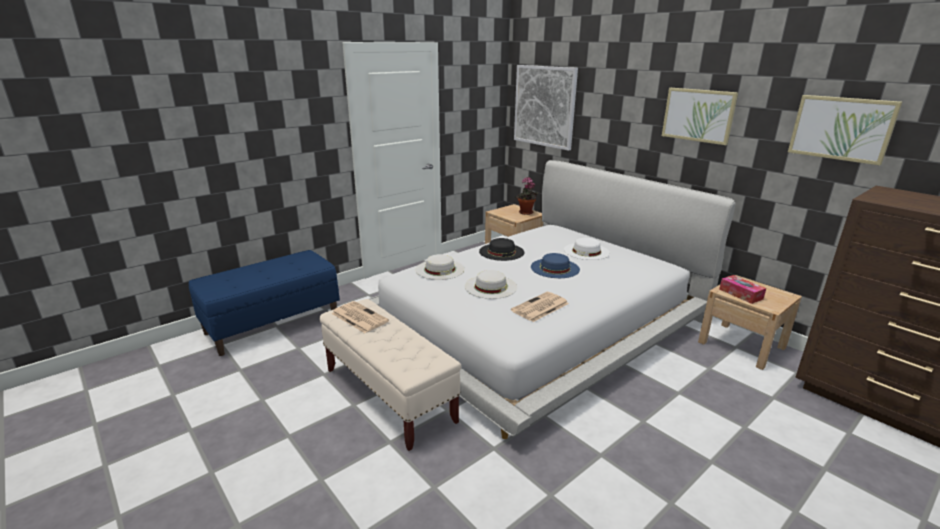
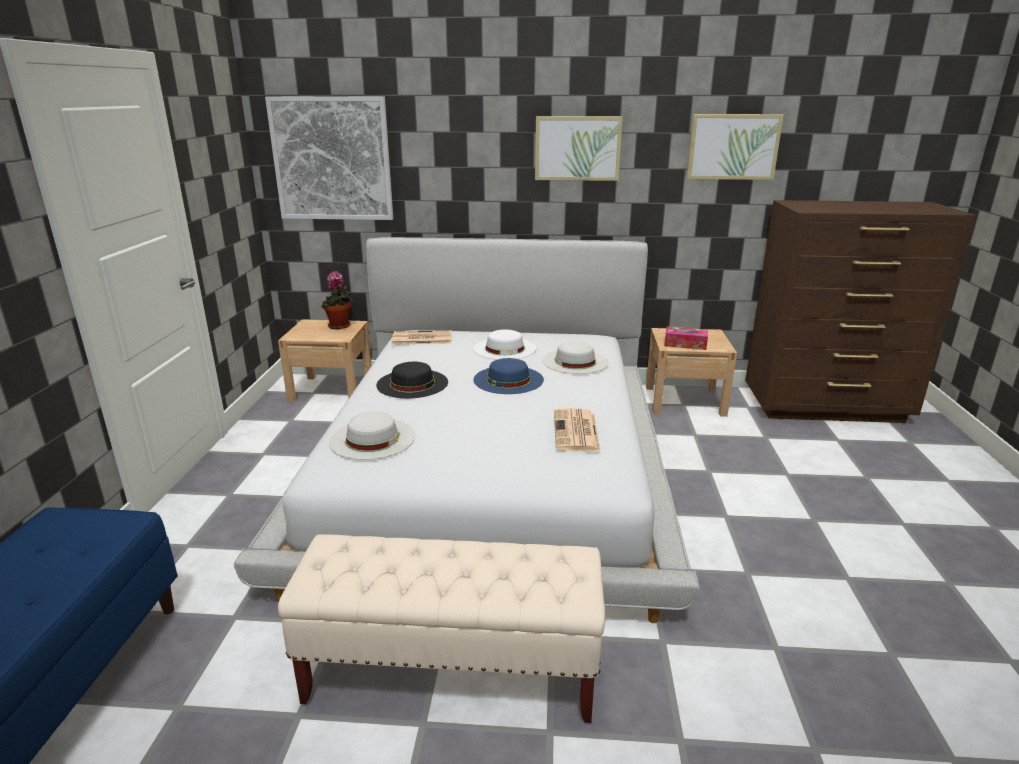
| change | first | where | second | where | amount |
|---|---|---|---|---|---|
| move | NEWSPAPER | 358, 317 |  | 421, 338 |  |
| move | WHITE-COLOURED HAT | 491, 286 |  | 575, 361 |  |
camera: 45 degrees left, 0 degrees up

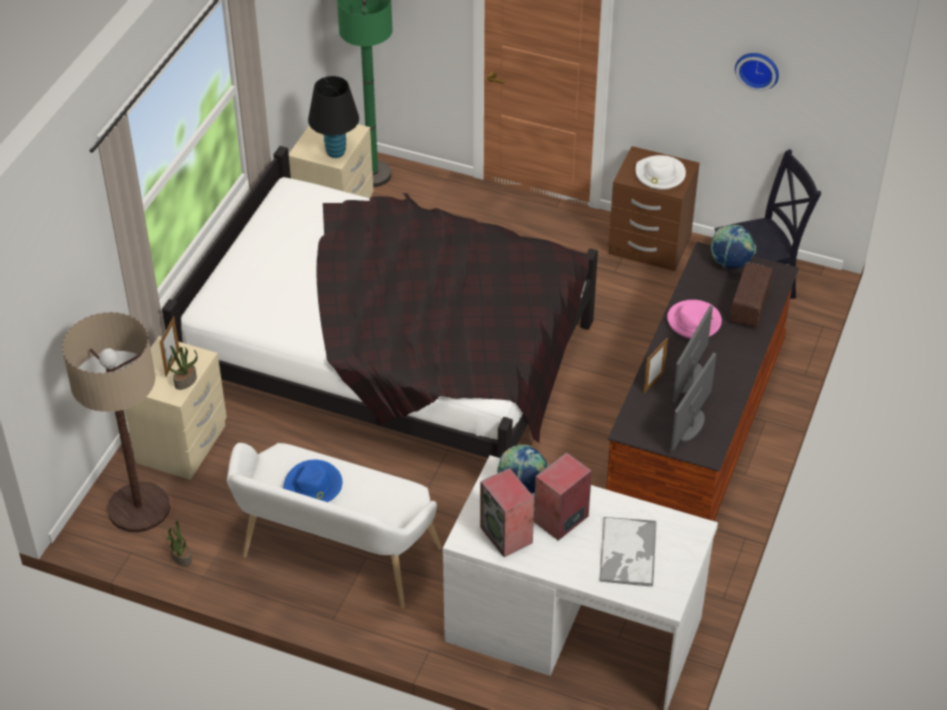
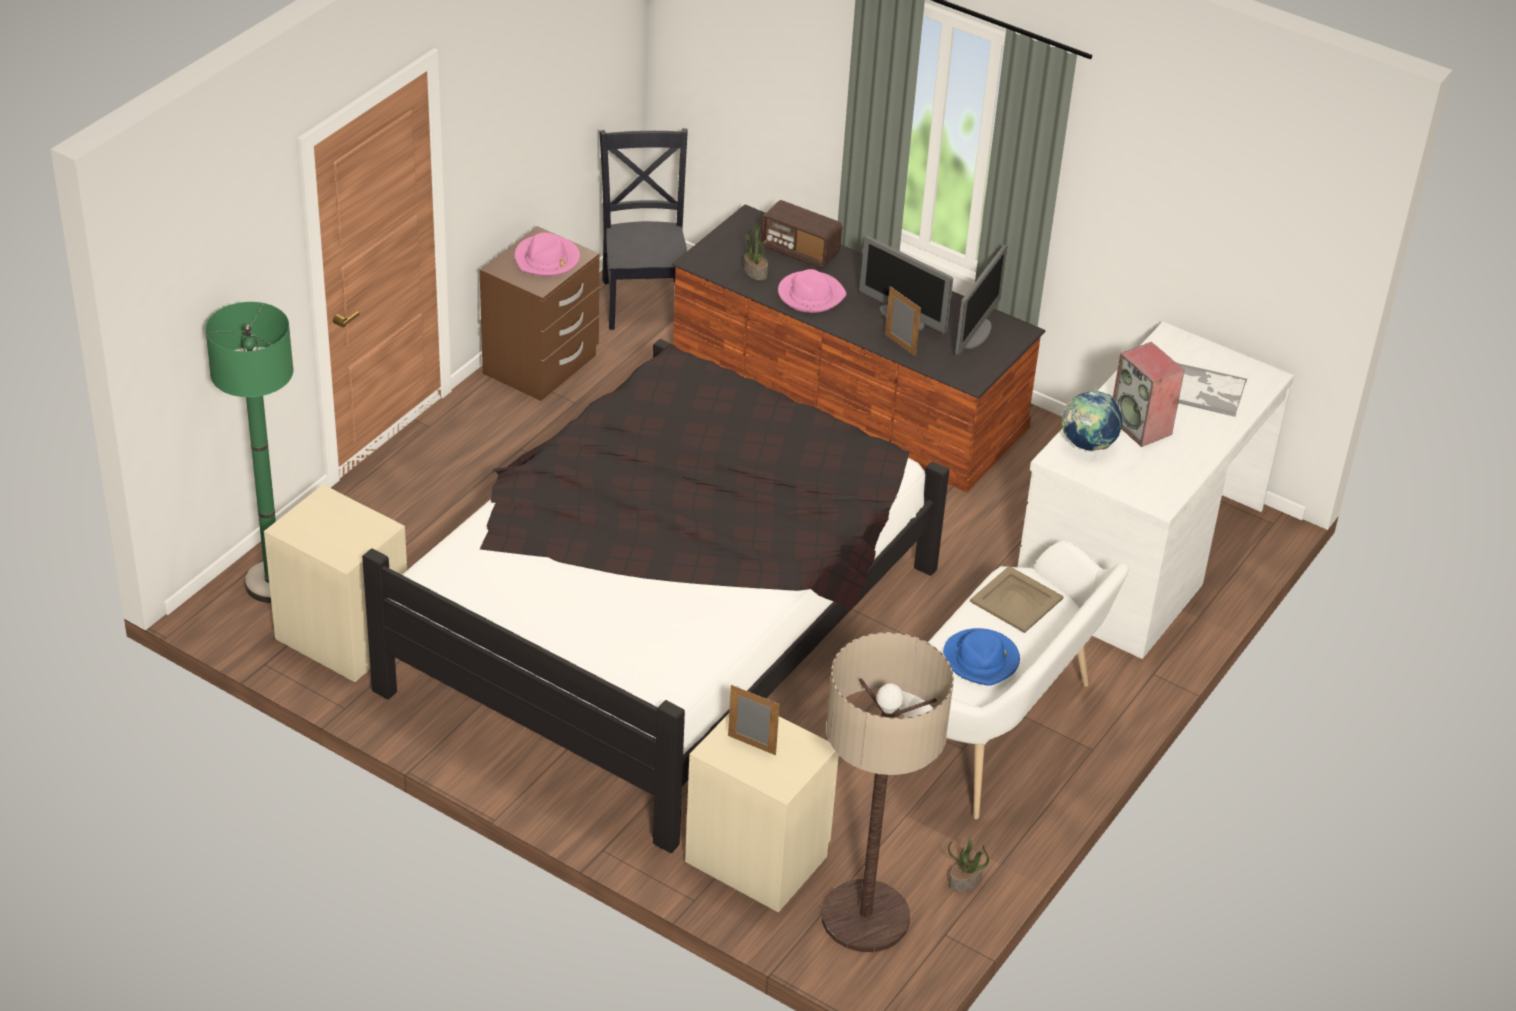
| change | first | where | second | where | amount |
|---|---|---|---|---|---|
| move | PLANT IN A POT | 185, 381 |  | 754, 272 |  |
| delete | BLACKISH TABLETOP LAMP | 335, 152 |  |  |  |
| delete | AUDIO SPEAKER | 507, 535 |  |  |  |
| recolor | WHITE-COLOURED HAT | 660, 175 | PINK-COLOURED HAT | 547, 259 |  |
| rotate | MONITOR | 691, 426 |  | 976, 334 | 105 degrees counterclockwise |
| delete | GLOBE | 730, 263 |  |  |  |
| delete | CLOCK ON THE WALL | 757, 69 |  |  |  |
| insert |  |  | BEIGE-COLOURED CARRYING TRAY | 1016, 600 |  |
camera: 80 degrees left, 5 degrees down

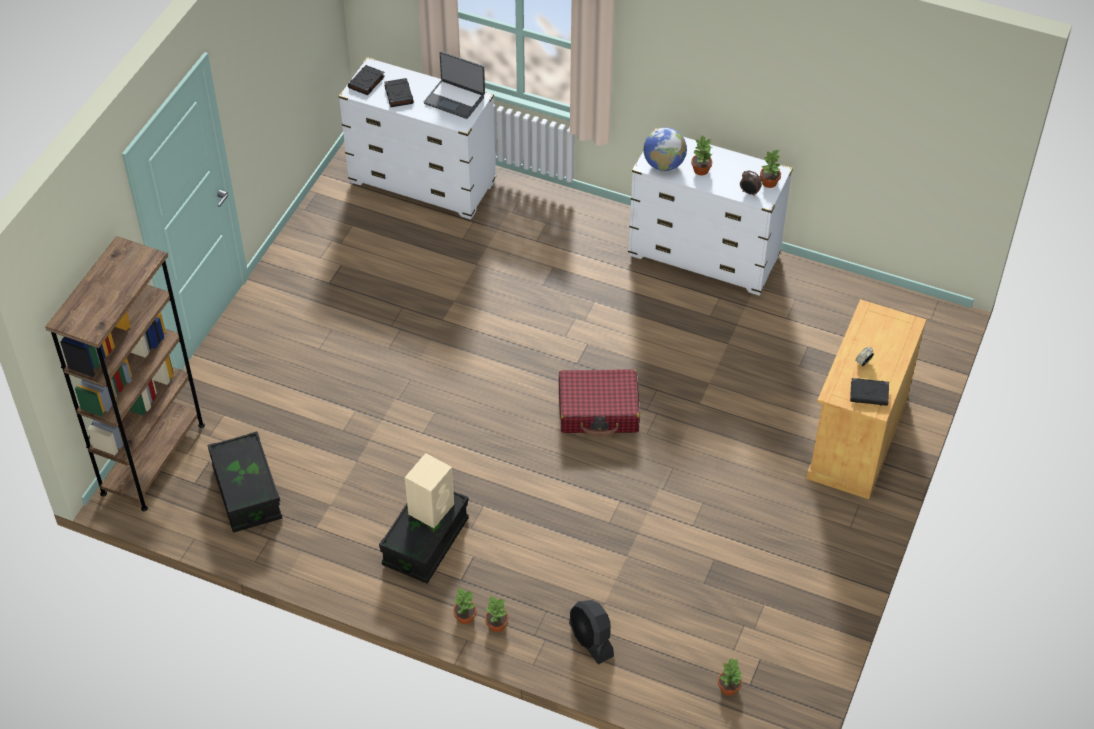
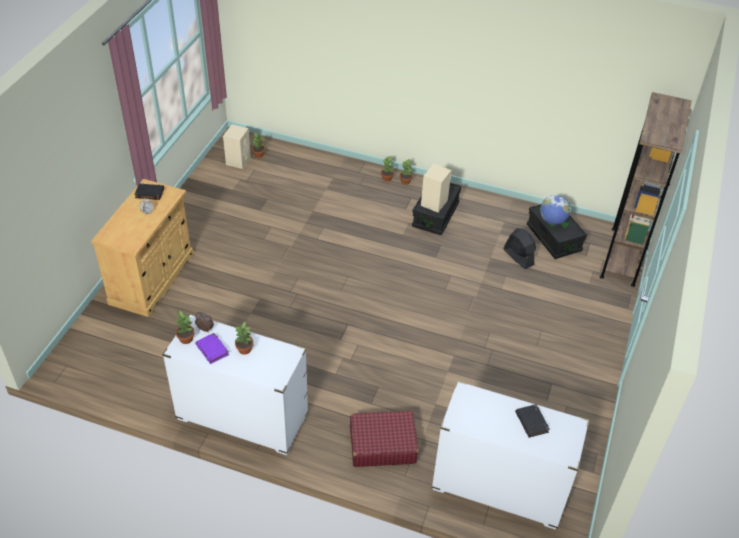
| change | first | where | second | where | amount |
|---|---|---|---|---|---|
| delete | BLACKISH VOLUME | 366, 82 |  |  |  |
| delete | NOTEBOOK COMPUTER | 455, 99 |  |  |  |
| move | RED-COLOURED SUITCASE | 599, 410 |  | 382, 445 |  |
| move | BLACKISH COOLING FAN | 591, 640 |  | 518, 257 |  |
| move | GLOBE | 664, 164 |  | 552, 220 |  |
| insert |  |  | PURPLE-COLOURED VOLUME | 212, 350 |  |
| insert |  |  | BEIGE-COLOURED AUDIO SPEAKER | 238, 160 |  |
camera: 175 degrees right, 5 degrees down

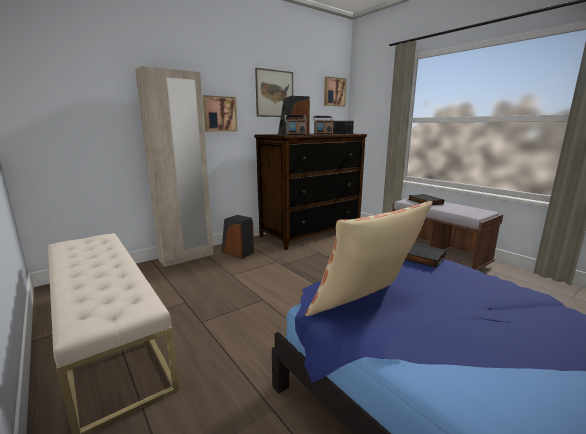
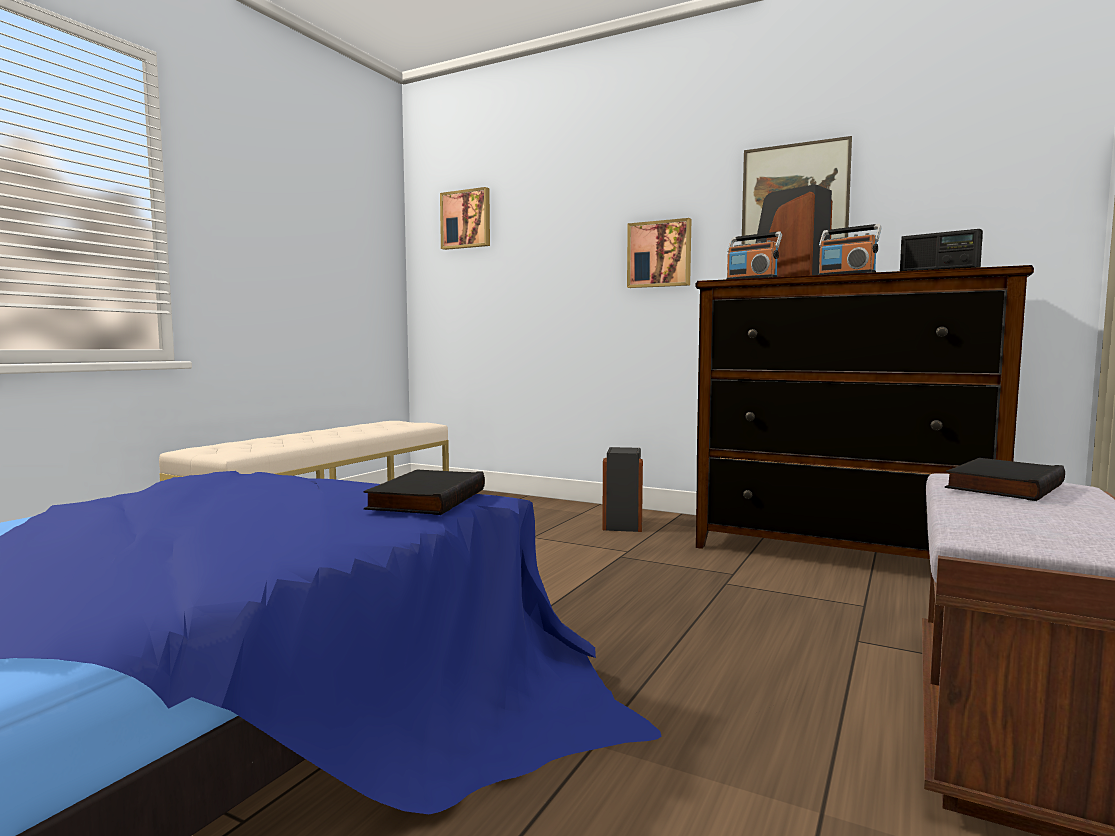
| change | first | where | second | where | amount |
|---|---|---|---|---|---|
| delete | BEIGE-COLOURED CLOTHES CUPBOARD | 186, 257 |  |  |  |
| delete | THROW PILLOW | 365, 306 |  |  |  |
| move | WALL PICTURE | 334, 92 |  | 466, 219 |  |
camera: 65 degrees right, 10 degrees down

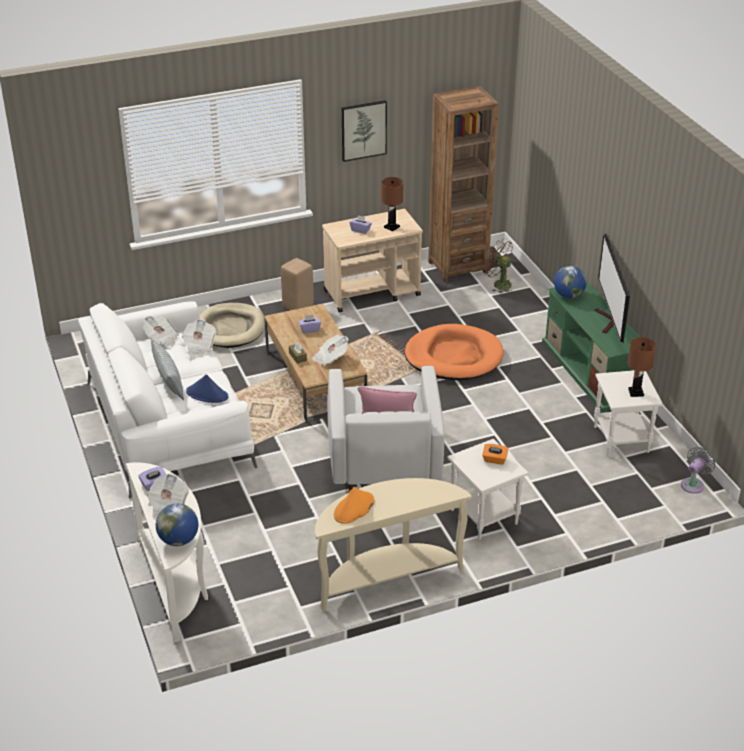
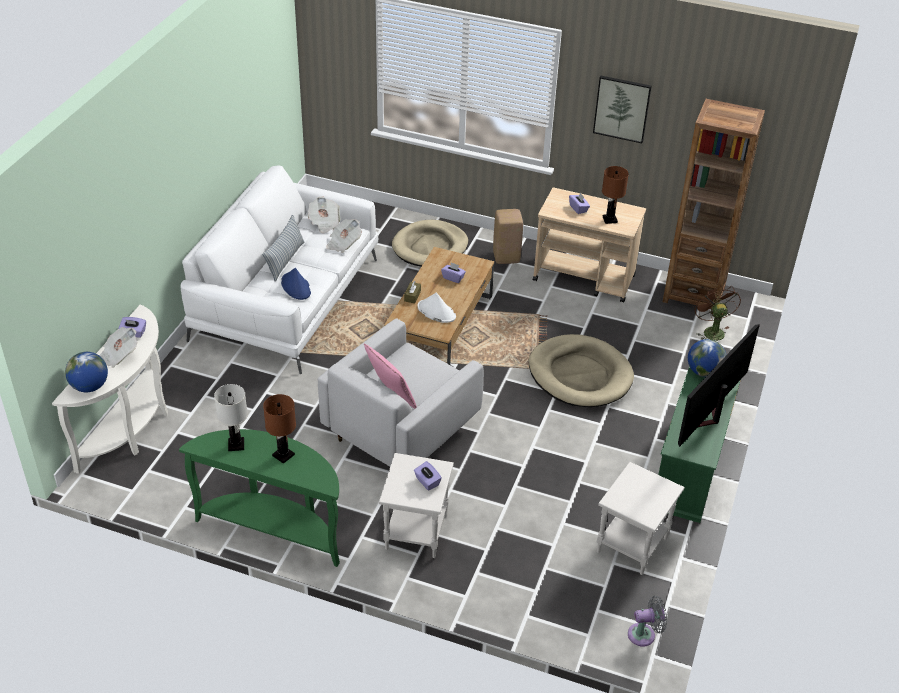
| change | first | where | second | where | amount |
|---|---|---|---|---|---|
| replace | NEWSPAPER | 330, 358 | WHITE-COLOURED HAT | 436, 312 |  |
| recolor | BEIGE-COLOURED CONSOLE TABLE | 386, 577 | GREEN CONSOLE TABLE | 275, 528 |  |
| replace | ORANGE-COLOURED HAT | 354, 508 | WHITE-COLOURED TABLETOP LAMP | 236, 445 |  |
| recolor | ORANGE-COLOURED DOG CUSHION | 453, 357 | BEIGE-COLOURED DOG CUSHION | 580, 375 |  |
| recolor | ORANGE-COLOURED BOX OF TISSUES | 494, 460 | PURPLE-COLOURED BOX OF TISSUES | 427, 482 |  |
| move | BROWN-COLOURED TABLETOP LAMP | 636, 392 |  | 283, 455 |  |
camera: 40 degrees right, 5 degrees up

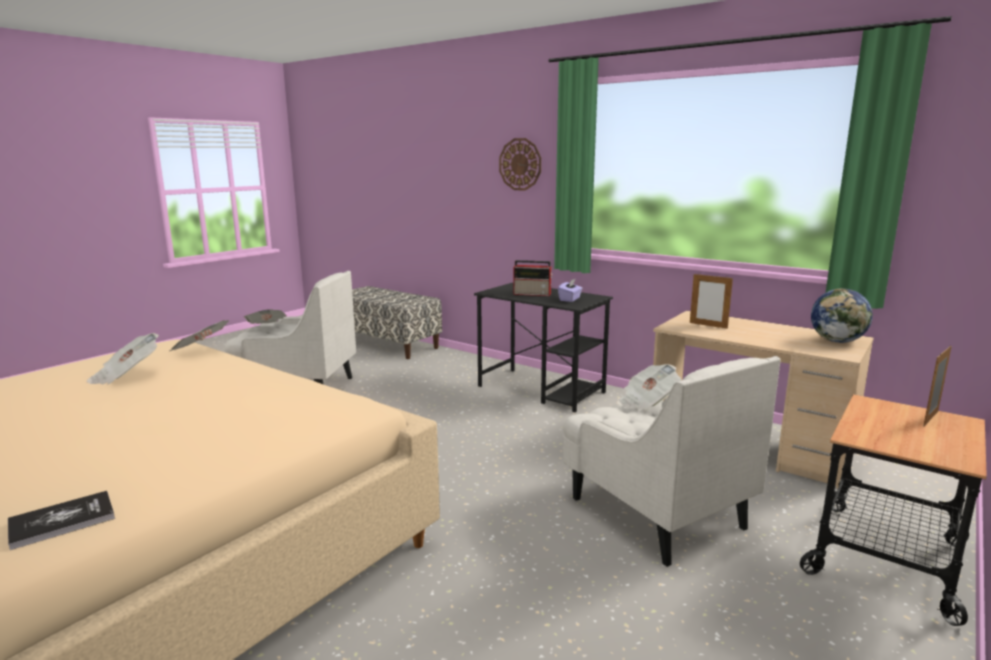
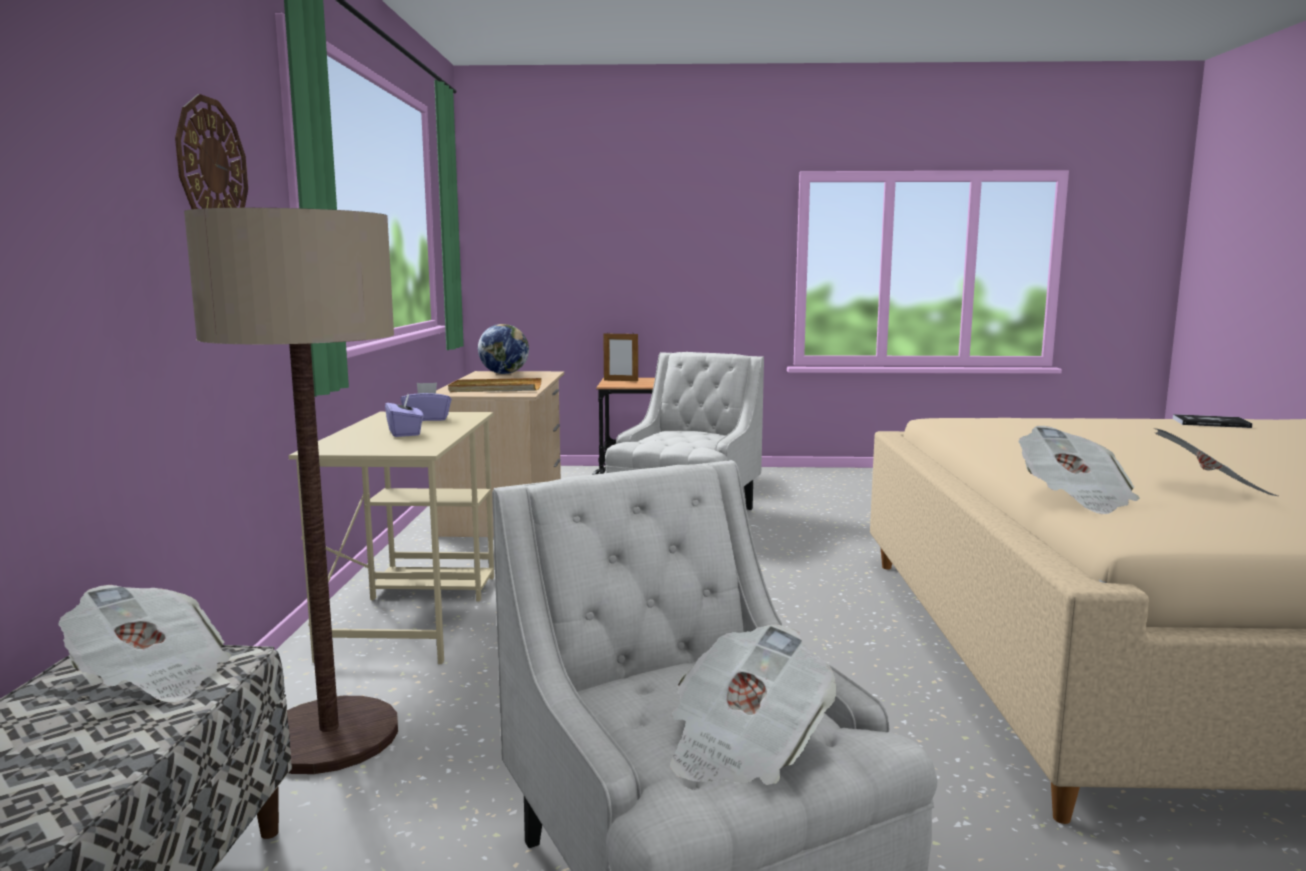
| change | first | where | second | where | amount |
|---|---|---|---|---|---|
| recolor | BLACKISH DESK | 541, 389 | BEIGE-COLOURED DESK | 414, 614 |  |
| replace | RADIO RECEIVER | 533, 294 | PURPLE-COLOURED BOX OF TISSUES | 405, 433 |  |
| move | NEWSPAPER | 646, 402 |  | 152, 677 |  |
| replace | PHOTO FRAME | 708, 325 | BEIGE-COLOURED CARRYING TRAY | 495, 389 |  |
| insert |  |  | STANDING LAMP | 329, 736 |  |
camera: 125 degrees left, 5 degrees down

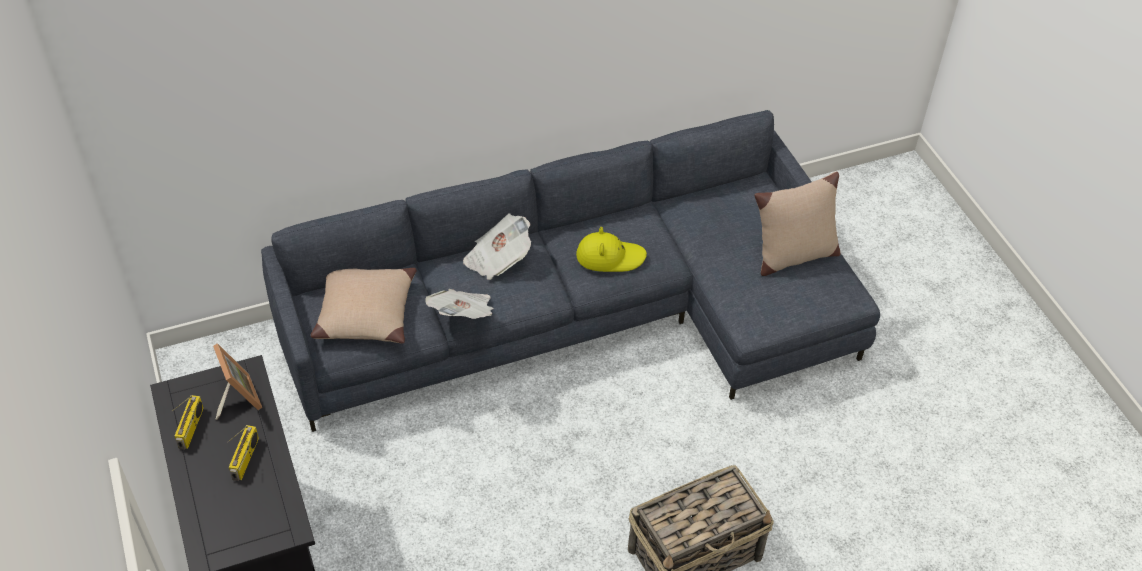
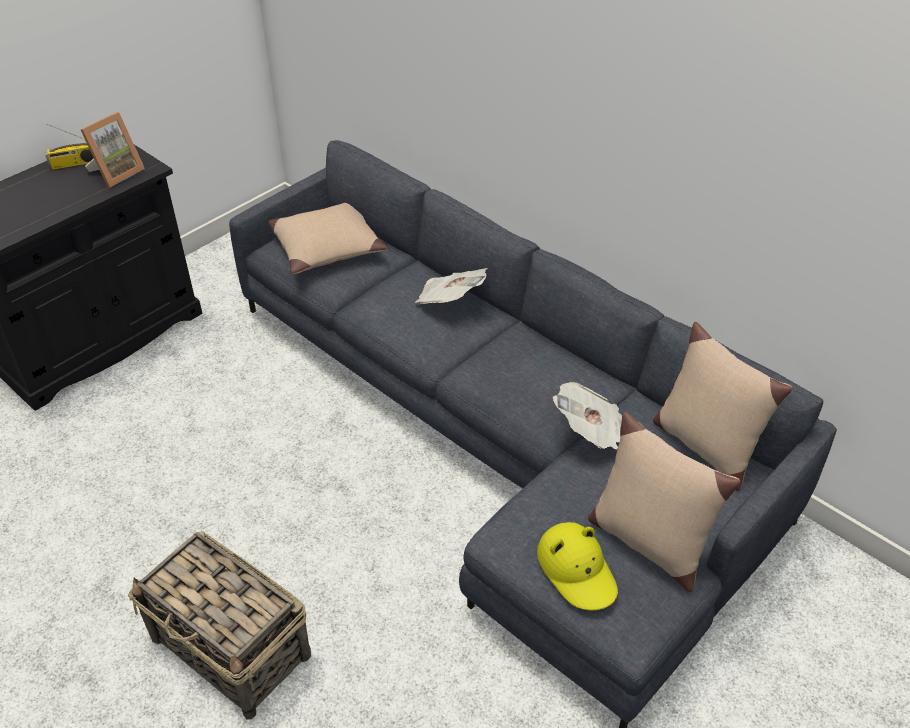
| change | first | where | second | where | amount |
|---|---|---|---|---|---|
| delete | RADIO RECEIVER | 246, 459 |  |  |  |
| move | NEWSPAPER | 463, 315 |  | 594, 433 |  |
| move | YELLOW HAT | 610, 257 |  | 577, 570 |  |
| insert |  |  | BEIGE-COLOURED THROW PILLOW | 704, 445 |  |
camera: 65 degrees right, 5 degrees down

